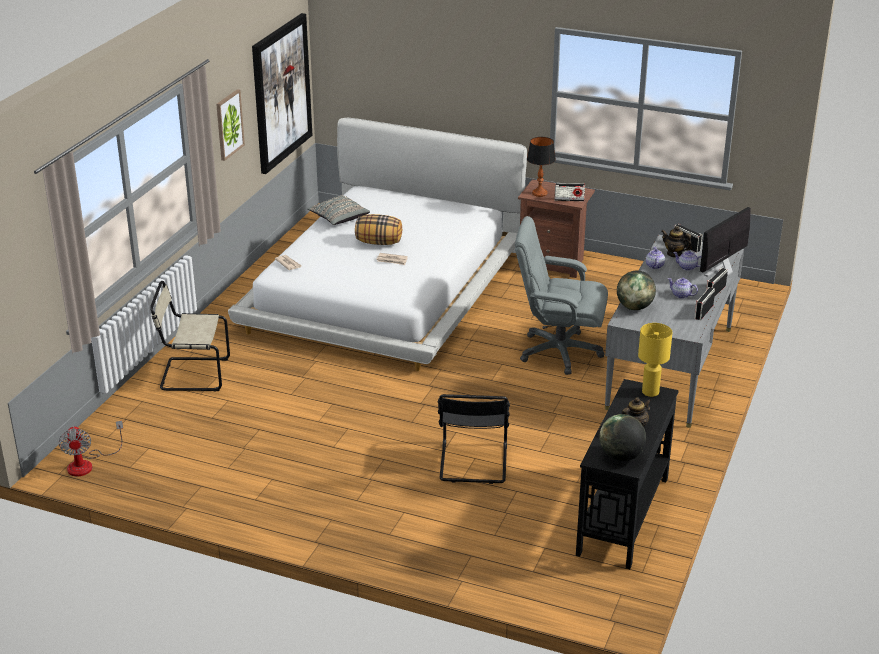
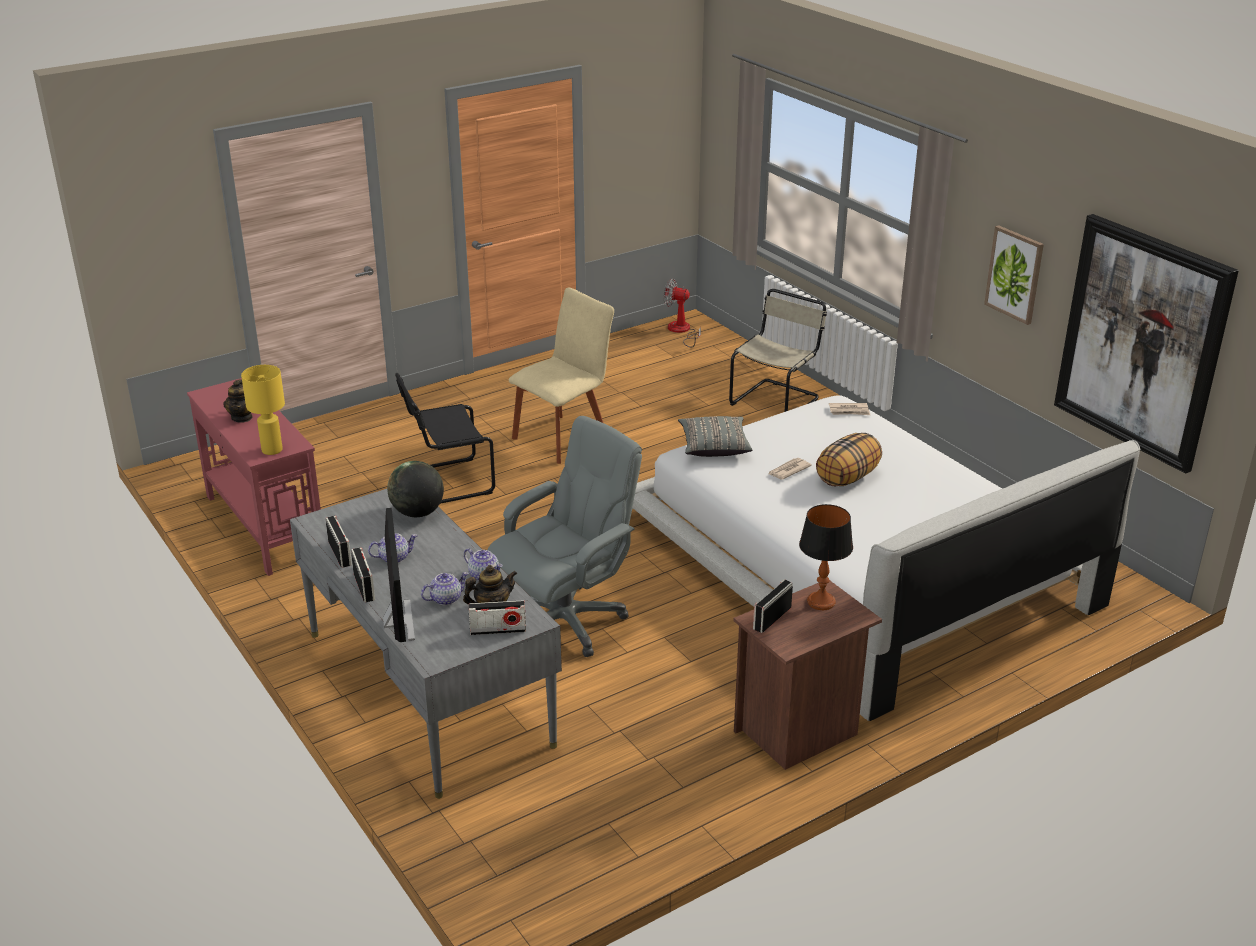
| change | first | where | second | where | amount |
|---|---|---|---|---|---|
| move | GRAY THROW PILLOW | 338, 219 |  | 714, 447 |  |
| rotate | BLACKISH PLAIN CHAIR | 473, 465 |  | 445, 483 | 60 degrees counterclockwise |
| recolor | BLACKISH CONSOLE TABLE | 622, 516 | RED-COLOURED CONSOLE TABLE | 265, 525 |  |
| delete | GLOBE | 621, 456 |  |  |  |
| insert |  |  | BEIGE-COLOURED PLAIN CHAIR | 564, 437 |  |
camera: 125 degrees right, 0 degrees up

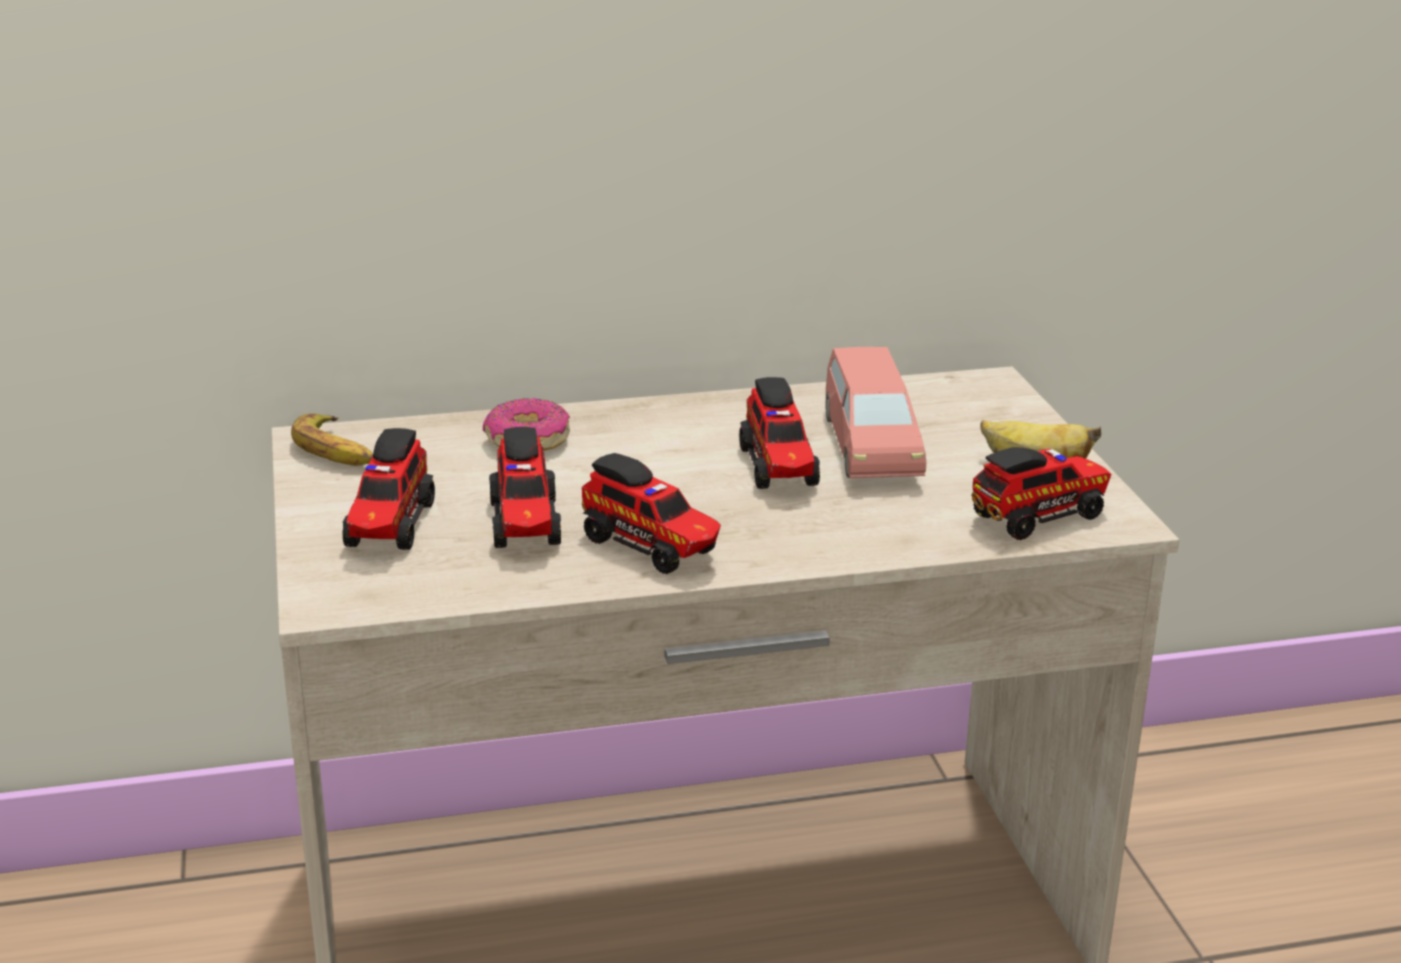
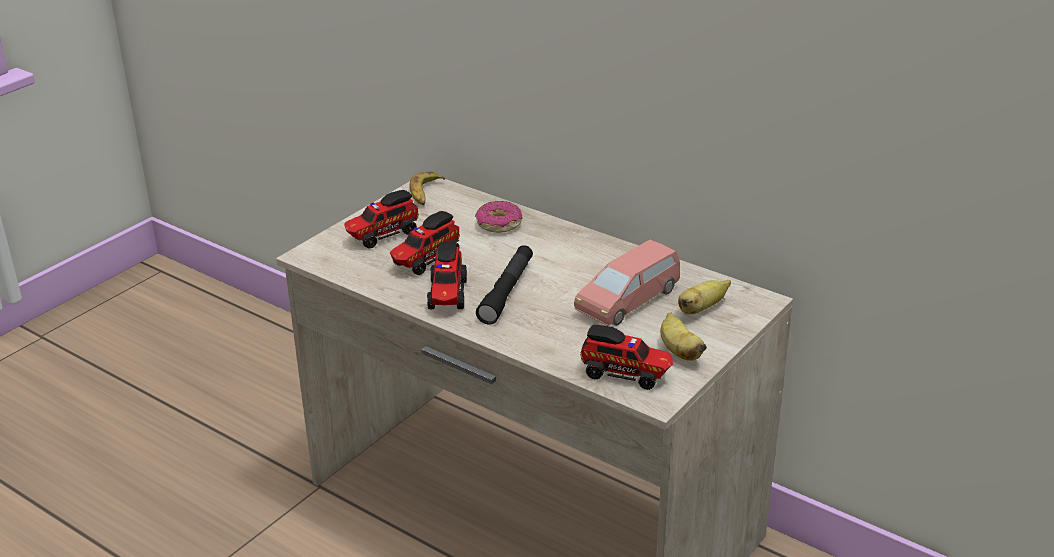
| change | first | where | second | where | amount |
|---|---|---|---|---|---|
| delete | TOY LORRY | 779, 468 |  |  |  |
| insert |  |  | BLACKISH HAND TORCH | 506, 291 |  |
| insert |  |  | WHOLE BANANA | 701, 309 |  |
camera: 50 degrees right, 5 degrees up

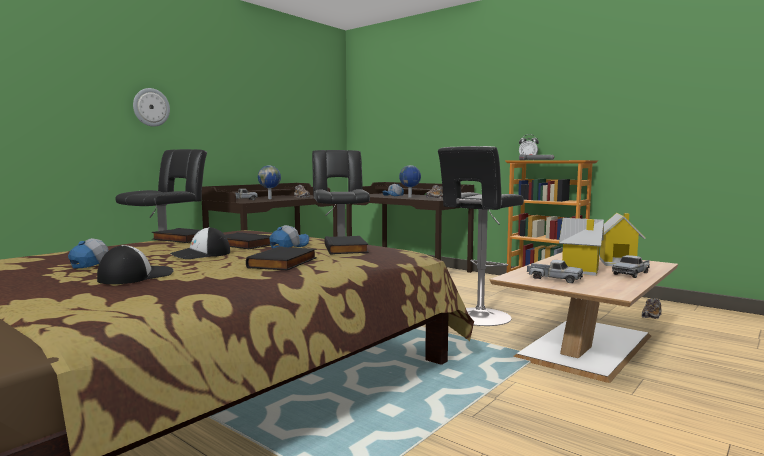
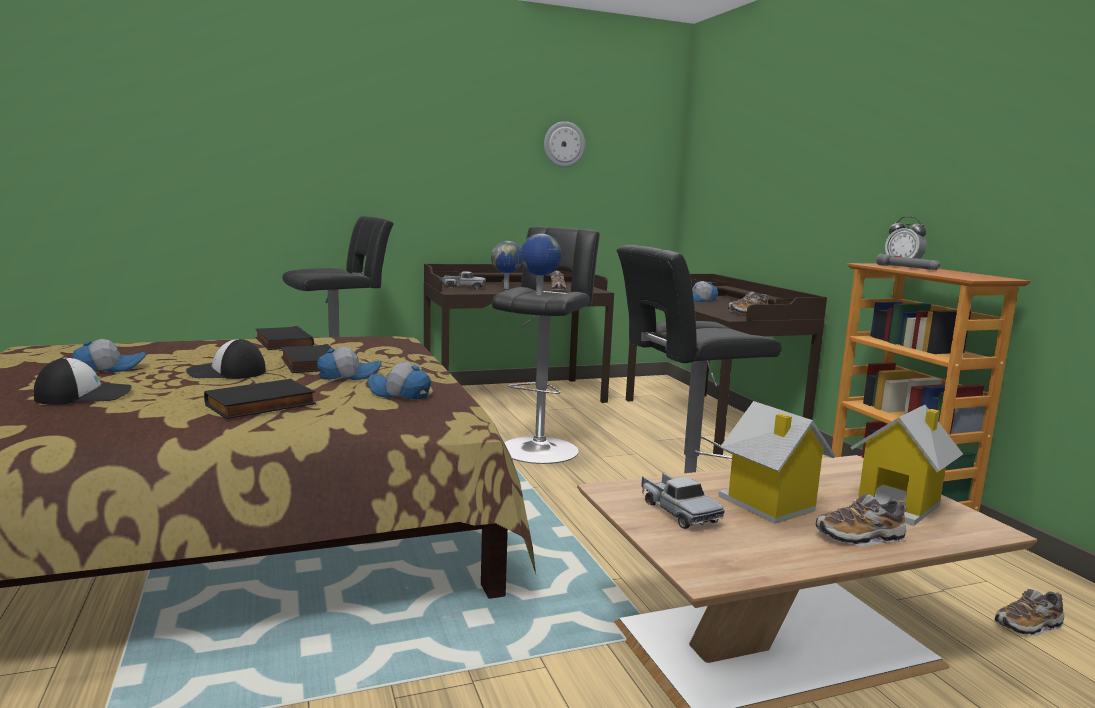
| change | first | where | second | where | amount |
|---|---|---|---|---|---|
| move | CLOCK ON THE WALL | 151, 107 |  | 564, 144 |  |
| replace | BLACKISH VOLUME | 347, 249 | BASEBALL CAP | 399, 394 |  |
| move | GLOBE | 410, 197 |  | 539, 294 |  |
| replace | TOY LORRY | 631, 273 | SHOE | 860, 537 |  |
camera: 30 degrees right, 5 degrees up

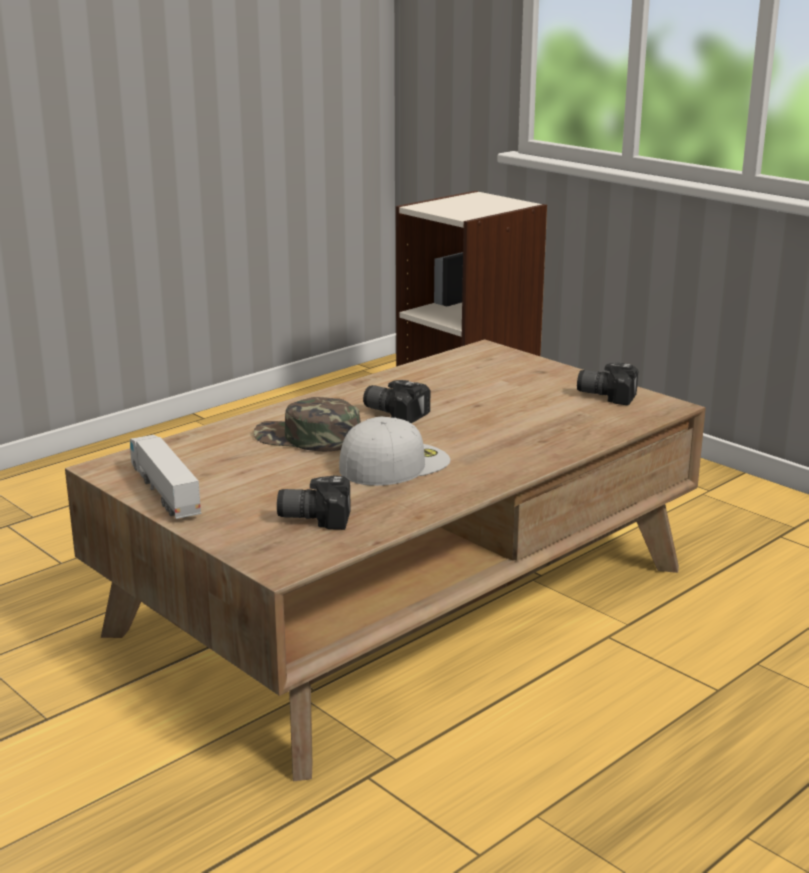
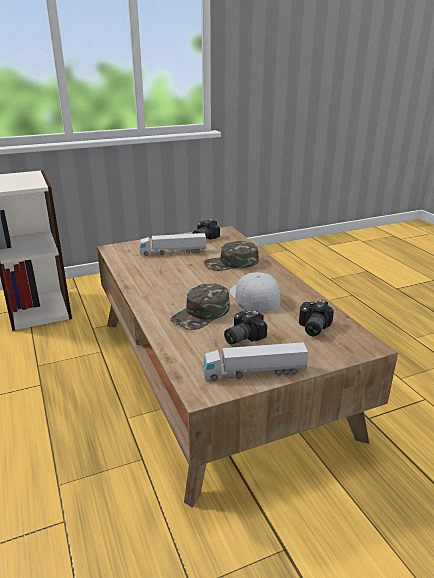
| change | first | where | second | where | amount |
|---|---|---|---|---|---|
| move | PHOTO CAMERA | 396, 413 |  | 241, 337 |  |
| insert |  |  | TOY LORRY | 173, 252 |  |
| insert |  |  | GREEN BASEBALL CAP | 231, 263 |  |
camera: 70 degrees left, 5 degrees up

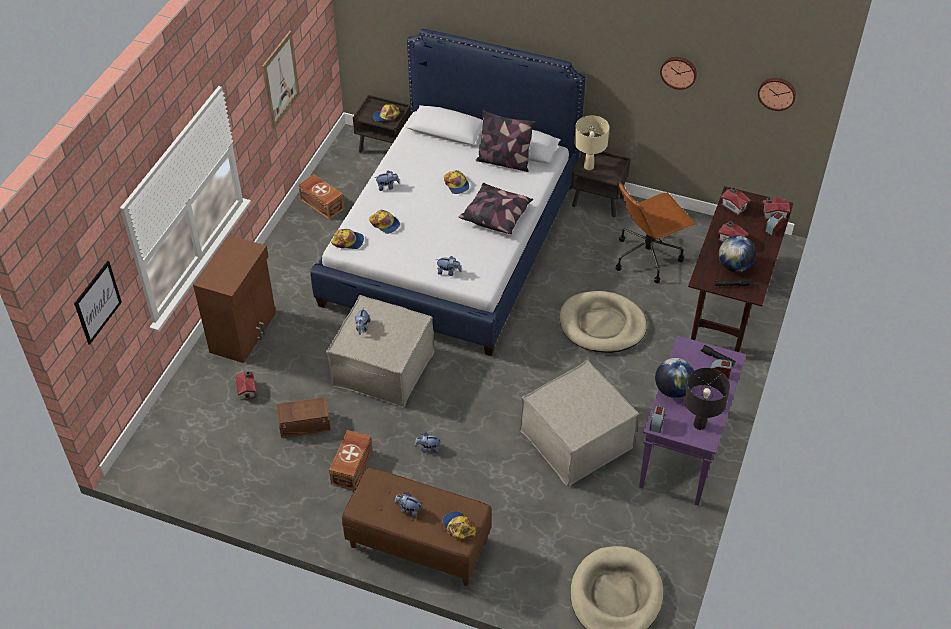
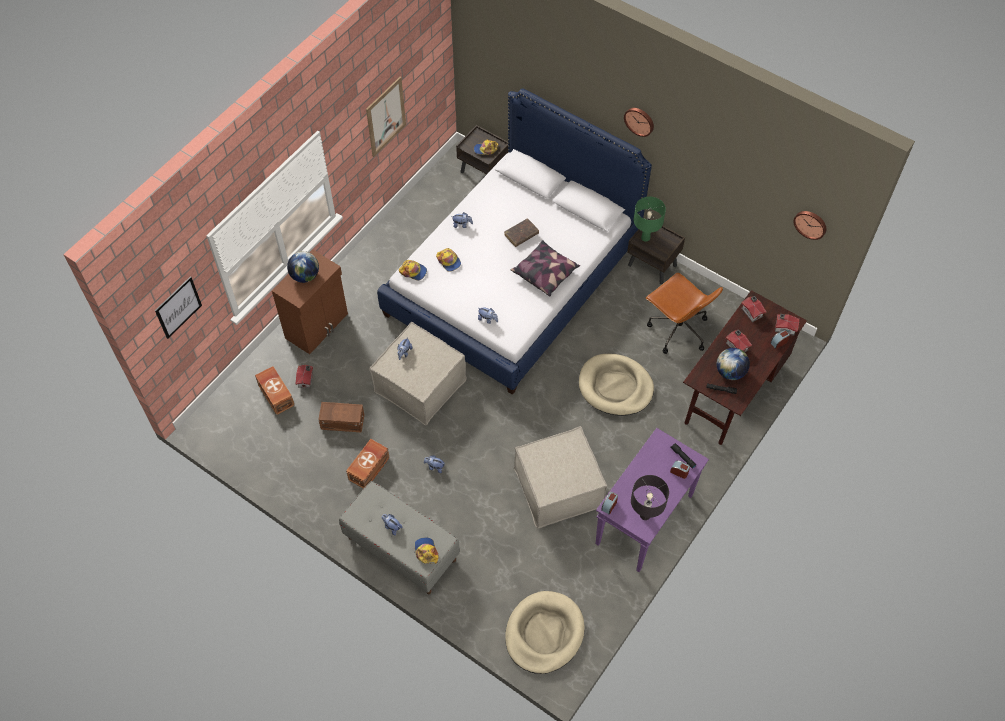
| change | first | where | second | where | amount |
|---|---|---|---|---|---|
| move | BROWN-COLOURED STORAGE CONTAINER | 322, 203 |  | 276, 394 |  |
| recolor | BROWN-COLOURED INDOOR BENCH | 418, 544 | GRAY INDOOR BENCH | 401, 549 |  |
| replace | BASEBALL CAP | 456, 184 | BROWN-COLOURED VOLUME | 521, 235 |  |
| delete | THROW PILLOW | 504, 161 |  |  |  |
| recolor | BEIGE-COLOURED TABLETOP LAMP | 588, 167 | GREEN TABLETOP LAMP | 645, 238 |  |
| rotate | BROWN-COLOURED DESK CHAIR | 647, 257 |  | 677, 330 | 120 degrees counterclockwise |
| move | GLOBE | 672, 390 |  | 305, 276 |  |
| move | CLOCK ON THE WALL | 678, 72 |  | 639, 121 |  |
camera: 15 degrees right, 10 degrees up

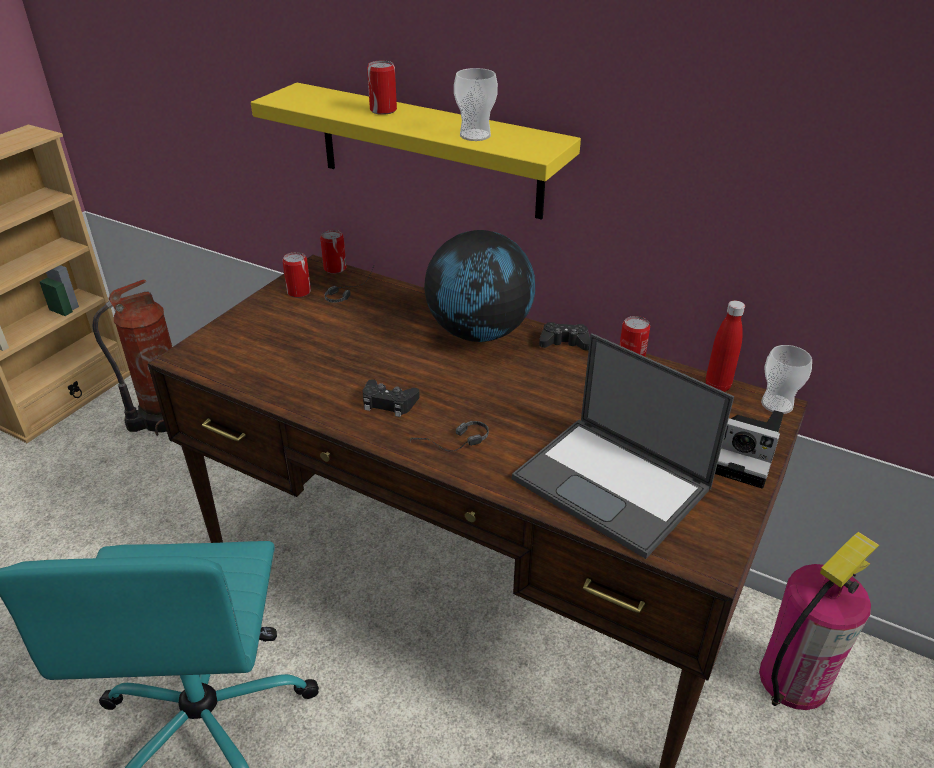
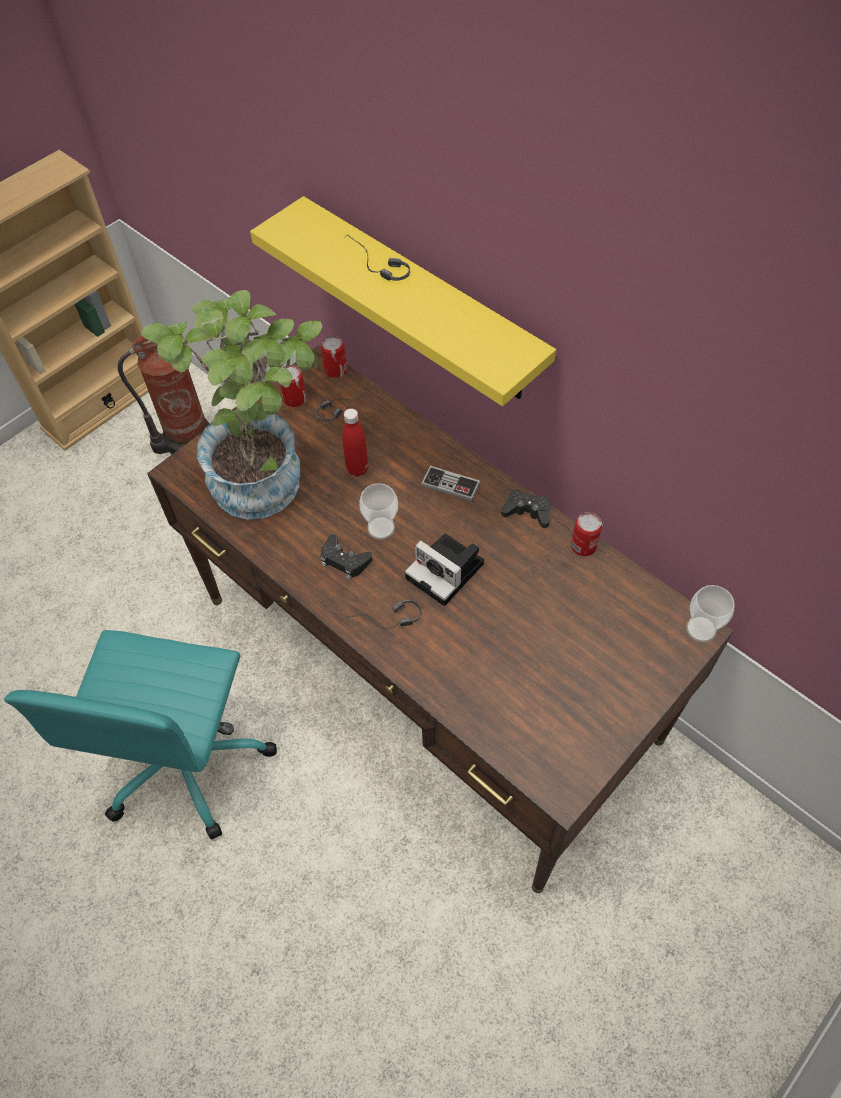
| change | first | where | second | where | amount |
|---|---|---|---|---|---|
| replace | SEALED CAN | 383, 110 | PAIR OF HEADPHONES | 375, 267 |  |
| replace | GLOBE | 479, 333 | GAME CONTROLLER | 450, 485 |  |
| move | CUP | 475, 135 |  | 381, 528 |  |
| delete | NOTEBOOK COMPUTER | 613, 484 |  |  |  |
| move | RED-COLOURED DRINK BOTTLE | 717, 386 |  | 357, 469 |  |
| move | PHOTO CAMERA | 743, 456 |  | 447, 572 |  |
| delete | FIRE-FIGHTING CYLINDER | 793, 679 |  |  |  |
| insert |  |  | PLANT IN A POT | 266, 474 |  |
camera: 15 degrees right, 20 degrees up

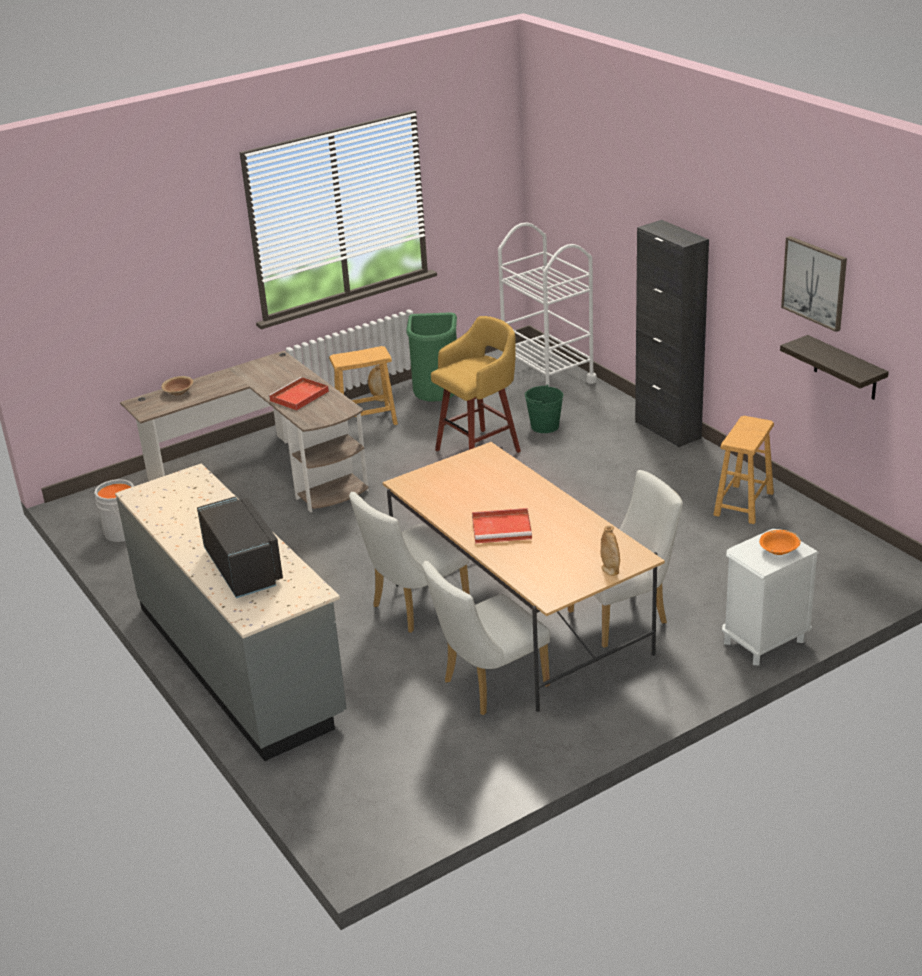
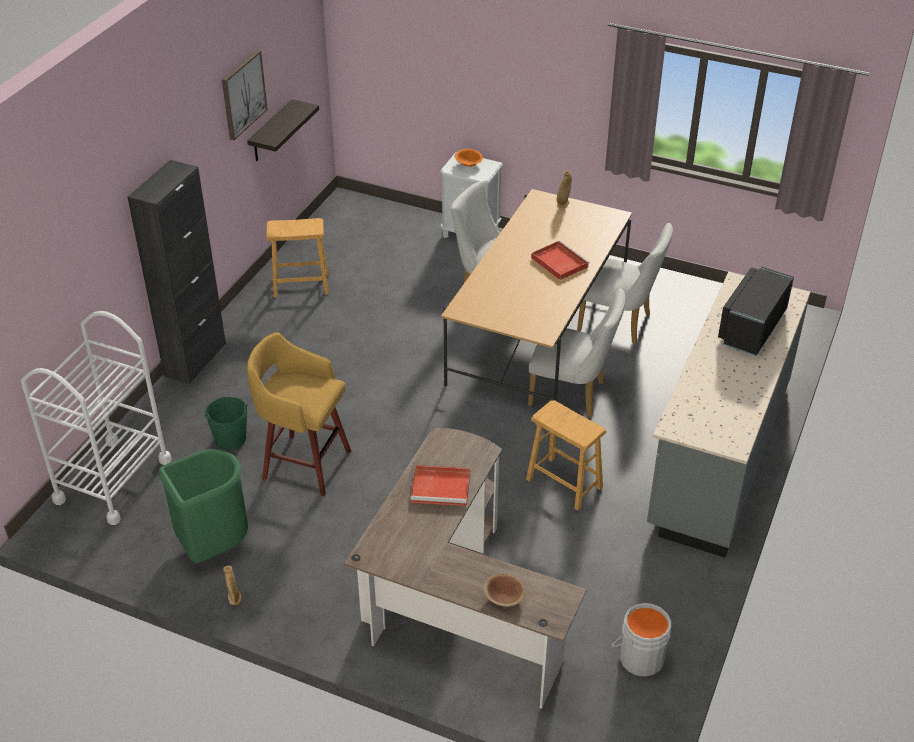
| change | first | where | second | where | amount |
|---|---|---|---|---|---|
| move | BROWN-COLOURED STOOL | 366, 421 |  | 564, 483 |  |
camera: 125 degrees left, 10 degrees up

